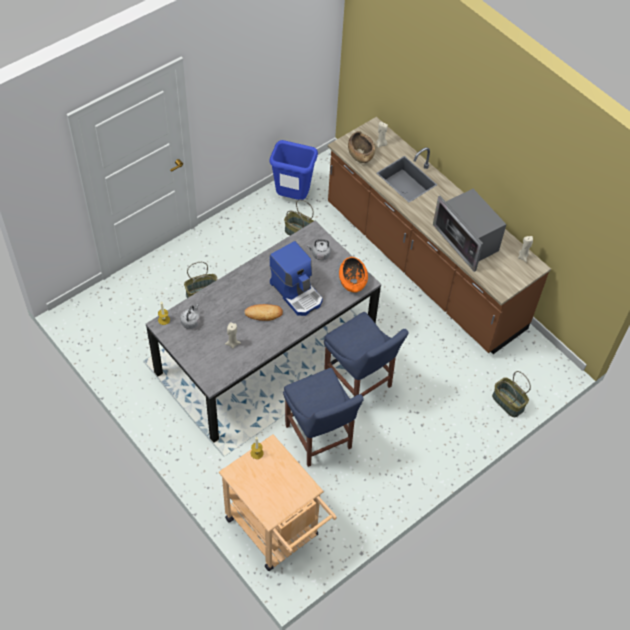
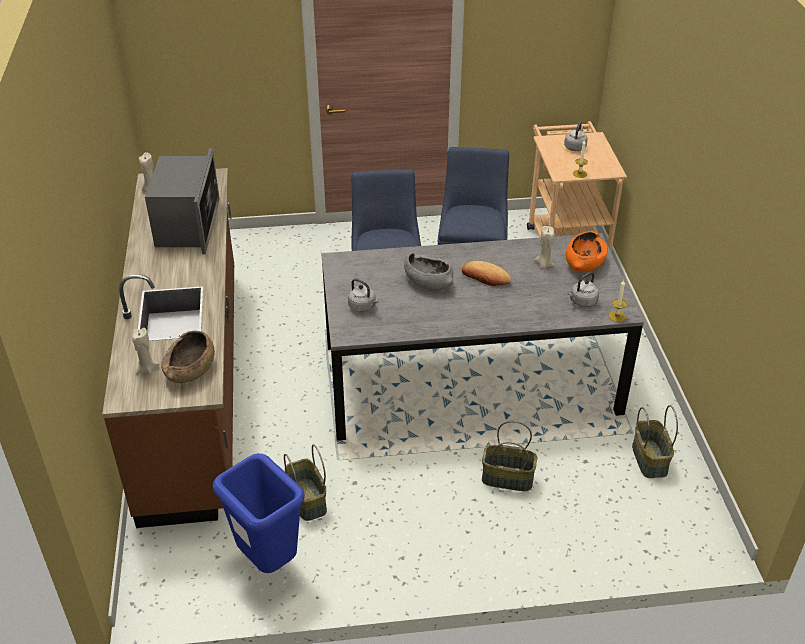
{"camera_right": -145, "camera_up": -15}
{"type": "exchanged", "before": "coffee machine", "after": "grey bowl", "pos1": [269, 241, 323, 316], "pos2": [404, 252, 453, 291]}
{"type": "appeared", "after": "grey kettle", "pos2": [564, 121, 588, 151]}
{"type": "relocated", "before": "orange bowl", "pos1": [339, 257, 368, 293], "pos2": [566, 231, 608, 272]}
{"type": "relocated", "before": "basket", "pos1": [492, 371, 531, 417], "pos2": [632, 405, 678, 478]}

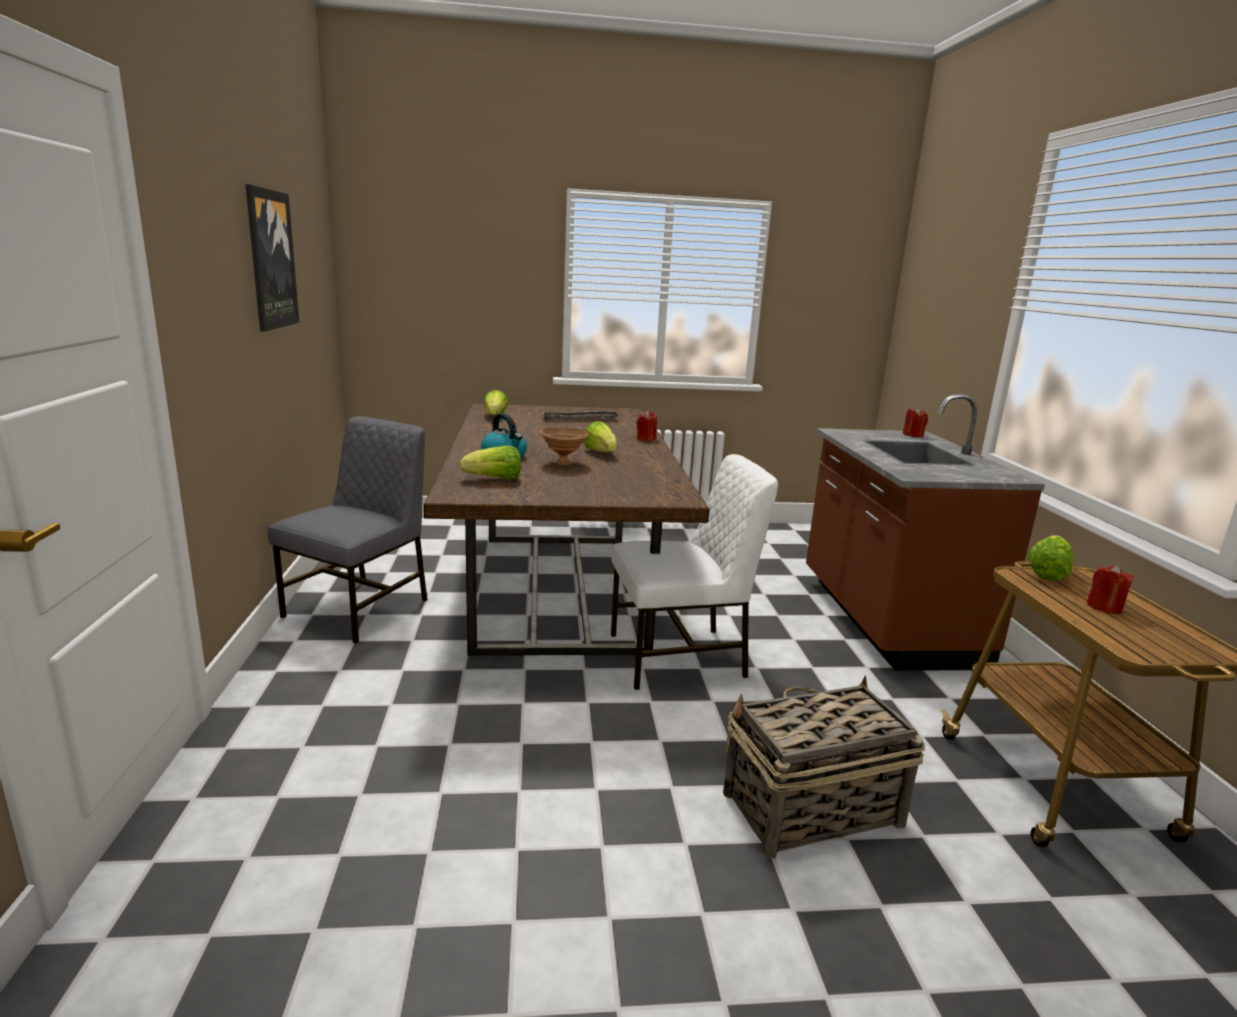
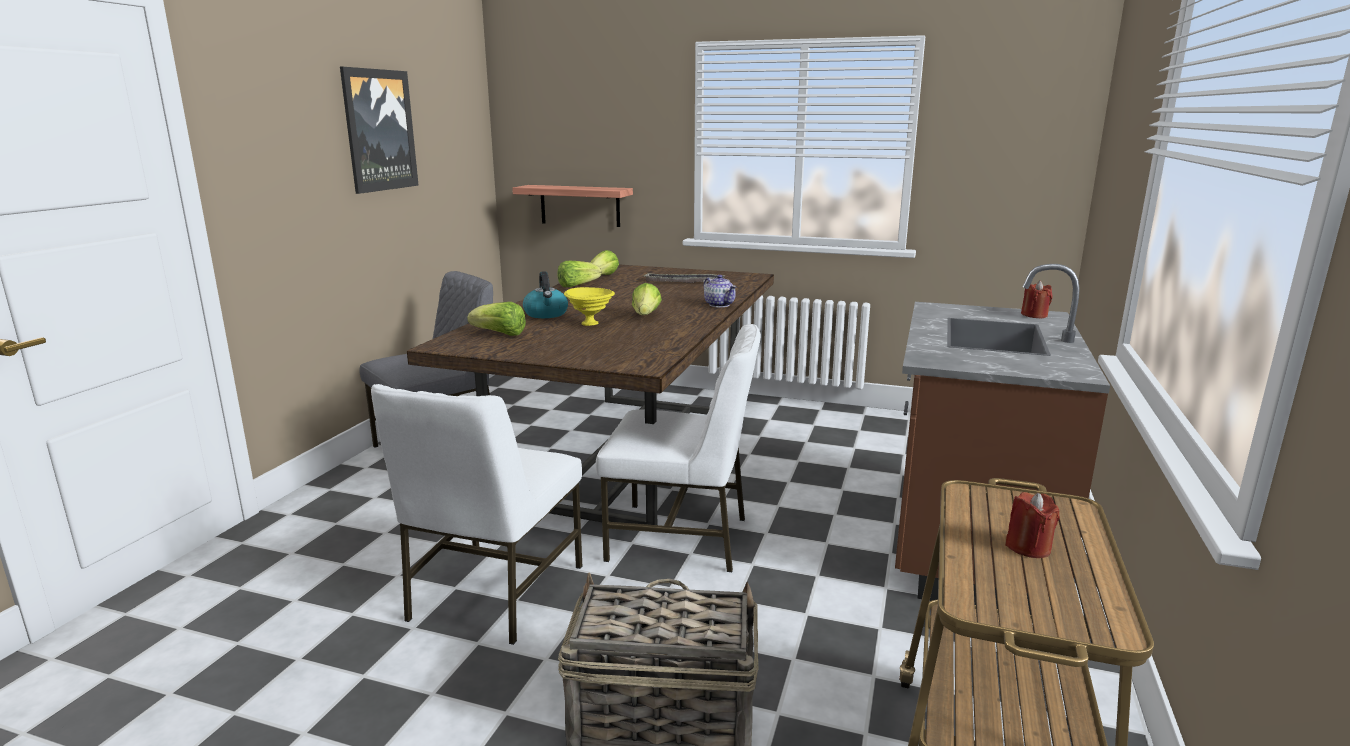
{"camera_right": 25, "camera_up": 0}
{"type": "appeared", "after": "white chair", "pos2": [371, 384, 583, 645]}
{"type": "appeared", "after": "shelf", "pos2": [512, 185, 633, 227]}
{"type": "relocated", "before": "lettuce", "pos1": [1028, 536, 1074, 581], "pos2": [558, 261, 602, 287]}
{"type": "colour", "before": "brown bowl", "after": "yellow bowl", "pos1": [539, 428, 589, 465], "pos2": [564, 287, 615, 326]}
{"type": "exchanged", "before": "red candle", "after": "teapot", "pos1": [636, 411, 657, 441], "pos2": [704, 275, 736, 307]}

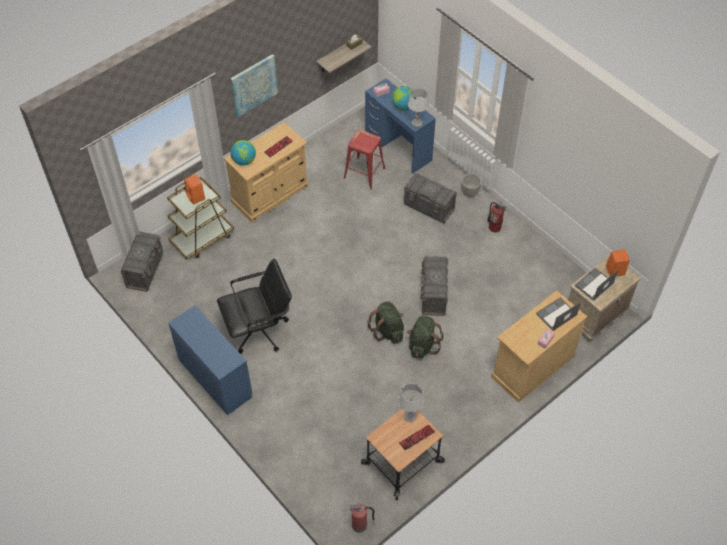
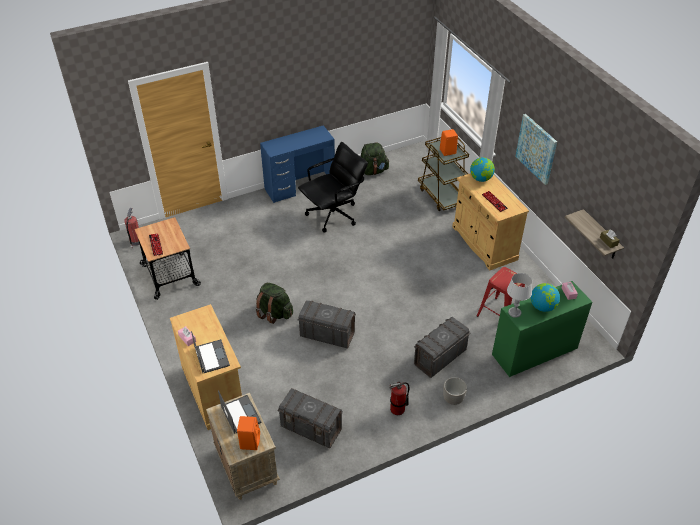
{"camera_right": 105, "camera_up": -10}
{"type": "relocated", "before": "grey storage box", "pos1": [120, 231, 163, 292], "pos2": [278, 388, 343, 448]}
{"type": "spun", "before": "black office chair", "pos1": [217, 258, 292, 354], "pos2": [298, 142, 368, 233], "turn": -120}
{"type": "relocated", "before": "green backpack", "pos1": [367, 301, 404, 344], "pos2": [361, 142, 390, 175]}
{"type": "colour", "before": "blue desk", "after": "green desk", "pos1": [365, 78, 436, 174], "pos2": [492, 281, 592, 377]}
{"type": "missing", "before": "grey table lamp", "pos1": [398, 383, 424, 422]}

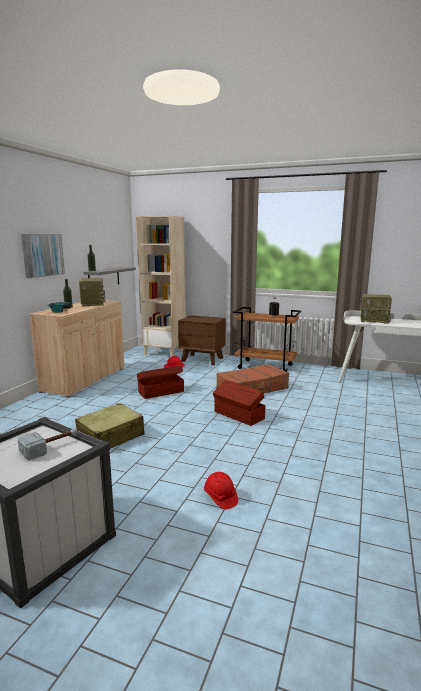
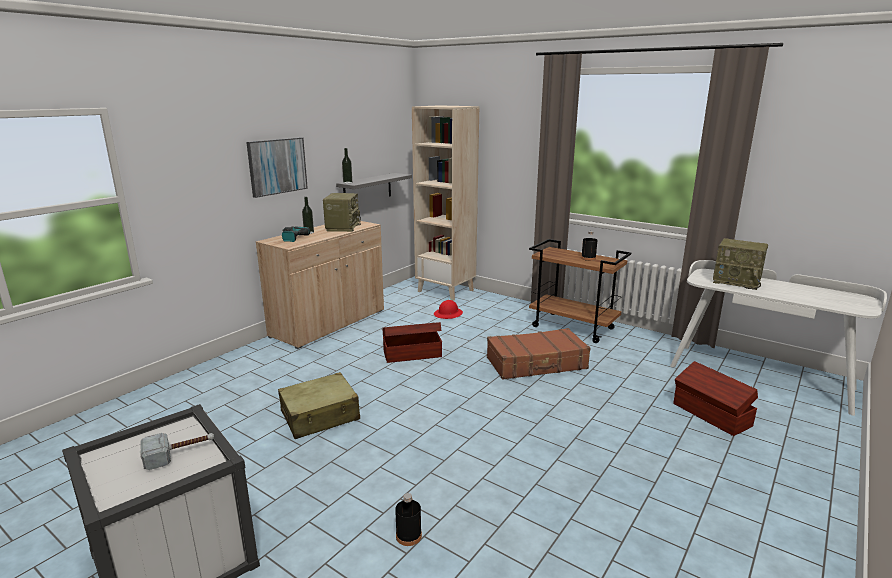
{"camera_right": 15, "camera_up": 5}
{"type": "exchanged", "before": "red hard hat", "after": "black bottle", "pos1": [204, 472, 238, 509], "pos2": [395, 493, 422, 546]}
{"type": "relocated", "before": "brown storage box", "pos1": [213, 380, 265, 426], "pos2": [673, 361, 758, 436]}
{"type": "missing", "before": "brown nightstand", "pos1": [178, 315, 226, 366]}

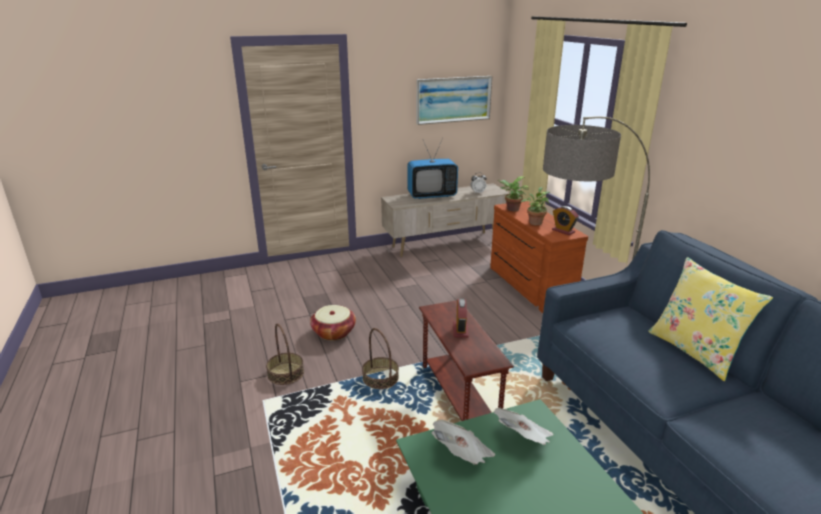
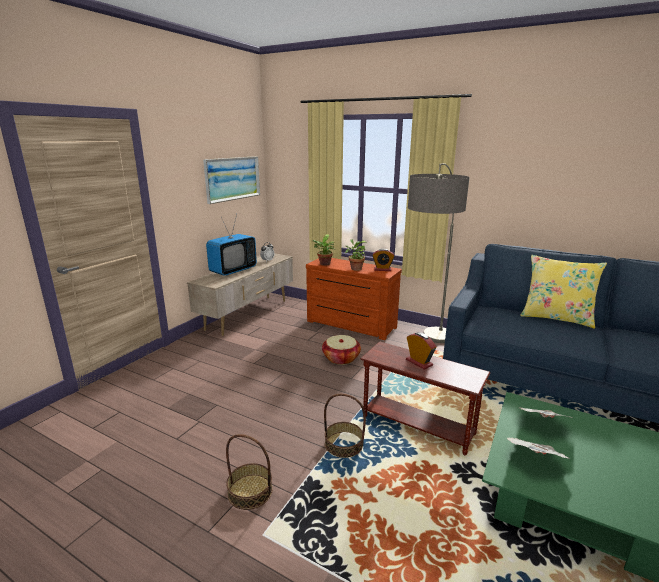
{"camera_right": -40, "camera_up": -5}
{"type": "relocated", "before": "basket", "pos1": [310, 305, 356, 340], "pos2": [322, 335, 361, 365]}

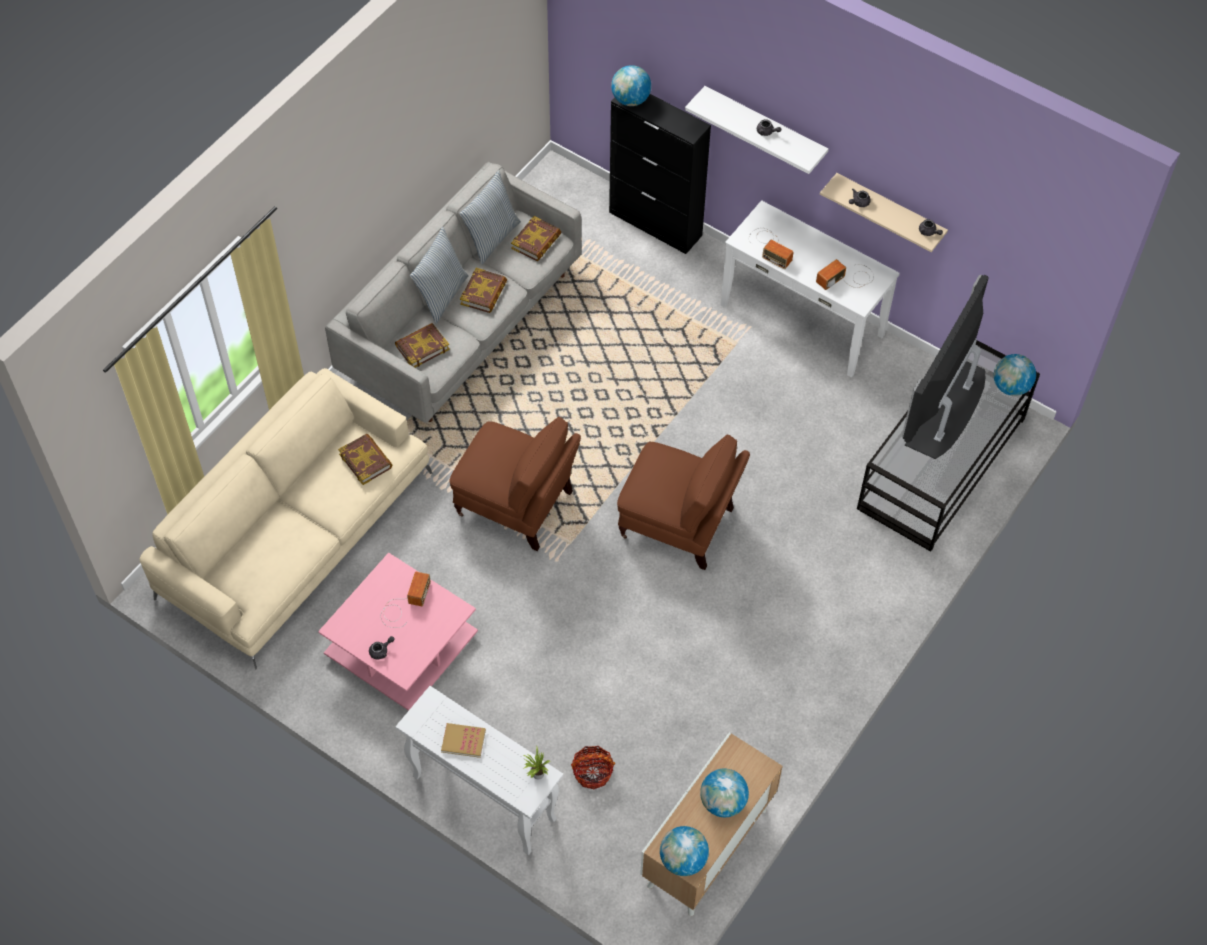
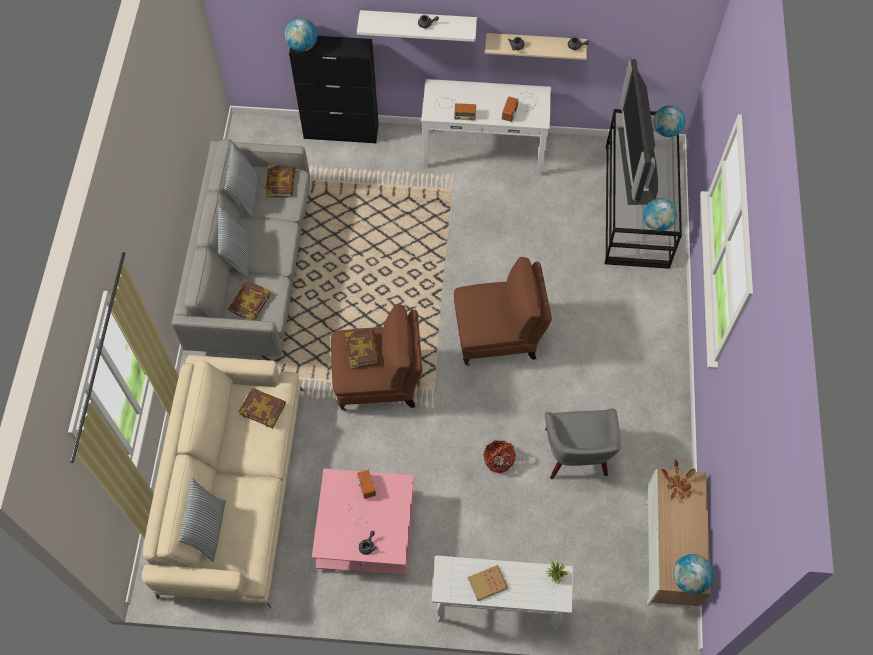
{"camera_right": -30, "camera_up": 5}
{"type": "appeared", "after": "pillow", "pos2": [178, 478, 226, 562]}
{"type": "relocated", "before": "book", "pos1": [460, 268, 507, 313], "pos2": [345, 329, 379, 369]}
{"type": "relocated", "before": "basket", "pos1": [571, 746, 615, 789], "pos2": [483, 440, 516, 473]}
{"type": "appeared", "after": "grey armchair", "pos2": [545, 408, 621, 479]}
{"type": "relocated", "before": "globe", "pos1": [700, 769, 749, 817], "pos2": [643, 198, 677, 231]}
{"type": "appeared", "after": "potted plant", "pos2": [662, 460, 696, 500]}

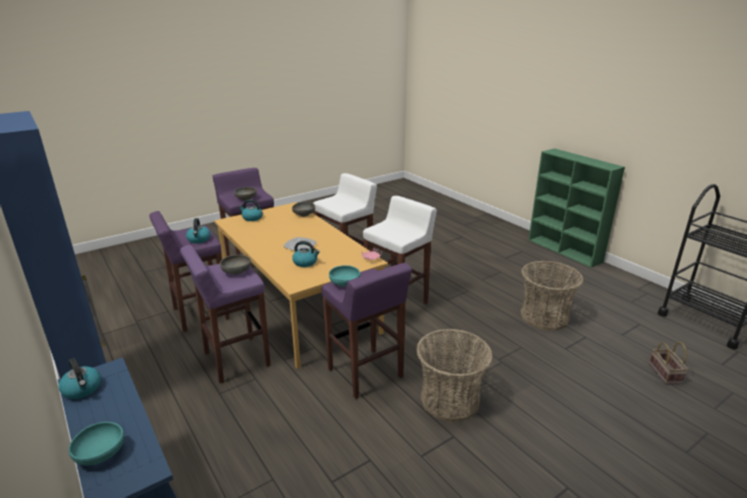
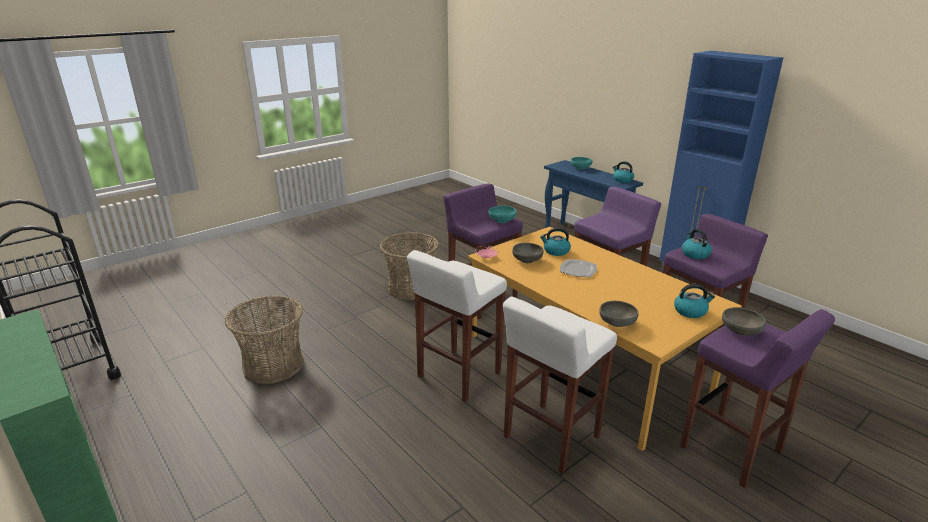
{"camera_right": 175, "camera_up": 0}
{"type": "relocated", "before": "grey bowl", "pos1": [220, 255, 251, 275], "pos2": [512, 243, 544, 263]}
{"type": "missing", "before": "basket", "pos1": [649, 342, 688, 384]}

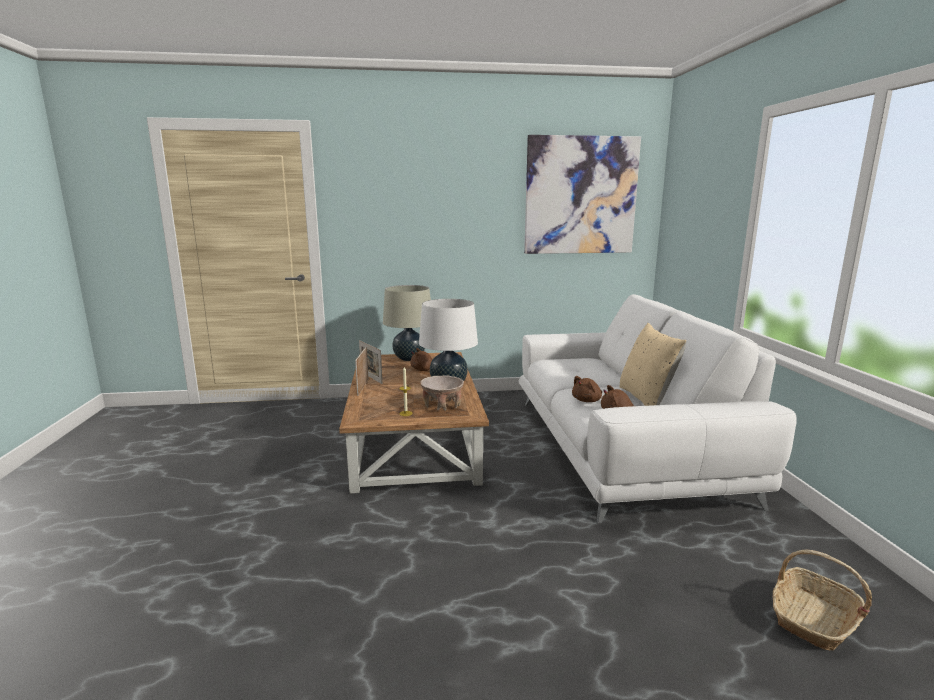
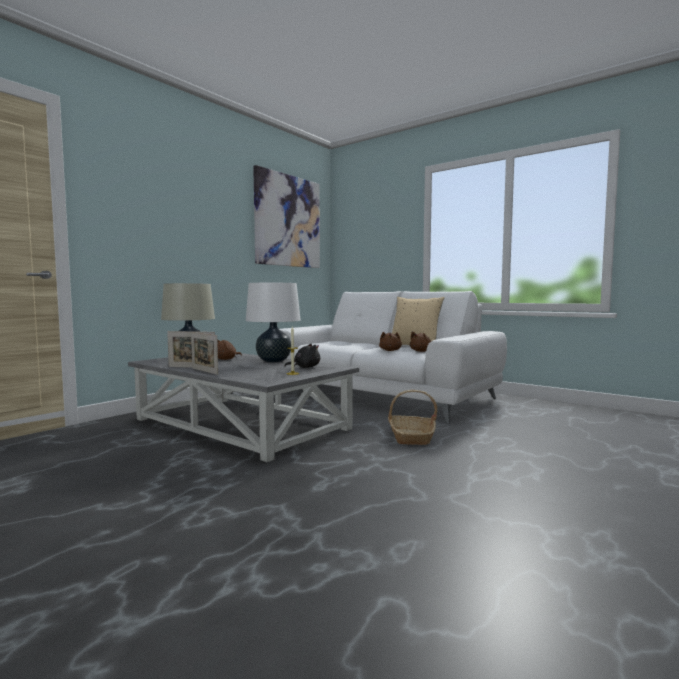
{"camera_right": -45, "camera_up": -10}
{"type": "colour", "before": "brown coffee table", "after": "grey coffee table", "pos1": [339, 352, 489, 494], "pos2": [128, 353, 359, 462]}
{"type": "exchanged", "before": "beige bowl", "after": "black plush toy", "pos1": [421, 376, 464, 411], "pos2": [284, 344, 320, 368]}
{"type": "relocated", "before": "basket", "pos1": [772, 550, 872, 651], "pos2": [388, 390, 437, 445]}

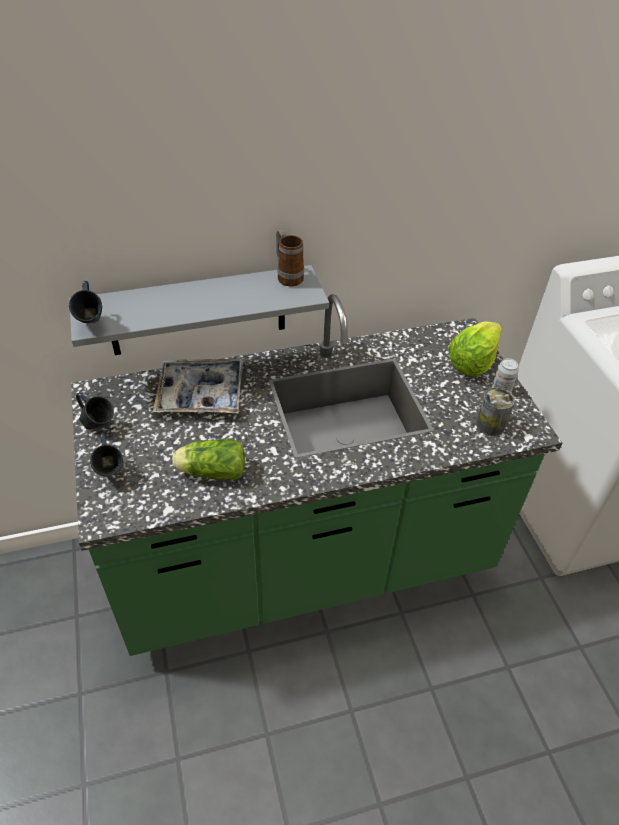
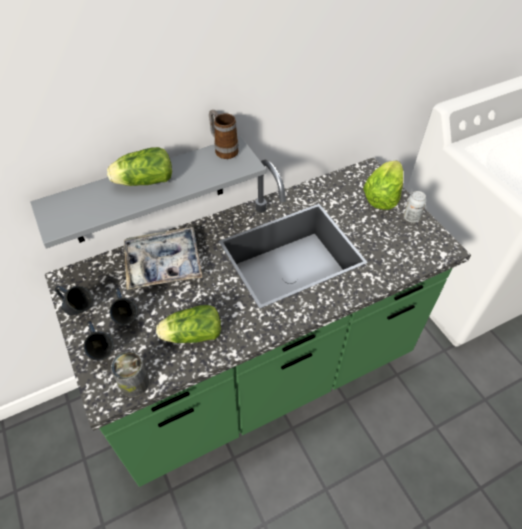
{"camera_right": -10, "camera_up": 5}
{"type": "appeared", "after": "lettuce", "pos2": [107, 147, 172, 186]}
{"type": "relocated", "before": "blue mug", "pos1": [69, 281, 102, 323], "pos2": [109, 288, 138, 326]}
{"type": "relocated", "before": "can", "pos1": [476, 388, 515, 436], "pos2": [111, 351, 150, 397]}

